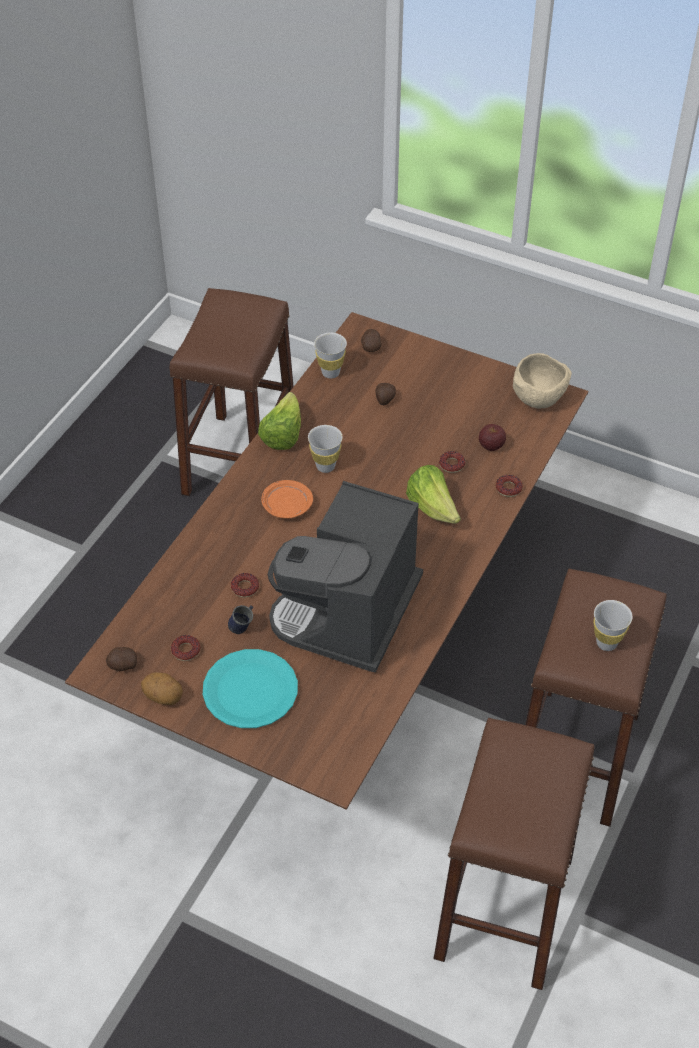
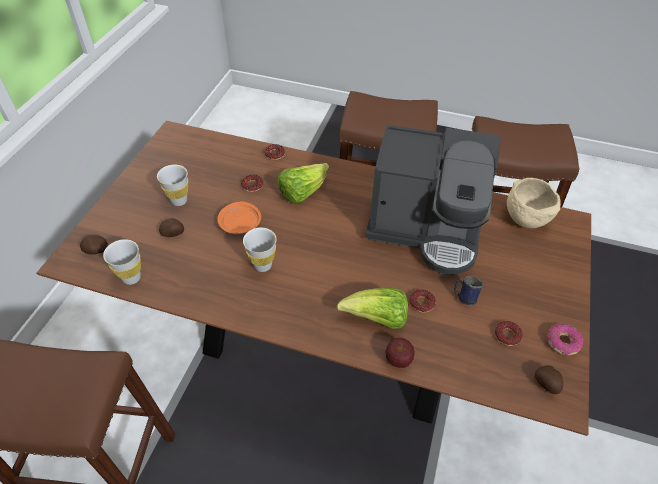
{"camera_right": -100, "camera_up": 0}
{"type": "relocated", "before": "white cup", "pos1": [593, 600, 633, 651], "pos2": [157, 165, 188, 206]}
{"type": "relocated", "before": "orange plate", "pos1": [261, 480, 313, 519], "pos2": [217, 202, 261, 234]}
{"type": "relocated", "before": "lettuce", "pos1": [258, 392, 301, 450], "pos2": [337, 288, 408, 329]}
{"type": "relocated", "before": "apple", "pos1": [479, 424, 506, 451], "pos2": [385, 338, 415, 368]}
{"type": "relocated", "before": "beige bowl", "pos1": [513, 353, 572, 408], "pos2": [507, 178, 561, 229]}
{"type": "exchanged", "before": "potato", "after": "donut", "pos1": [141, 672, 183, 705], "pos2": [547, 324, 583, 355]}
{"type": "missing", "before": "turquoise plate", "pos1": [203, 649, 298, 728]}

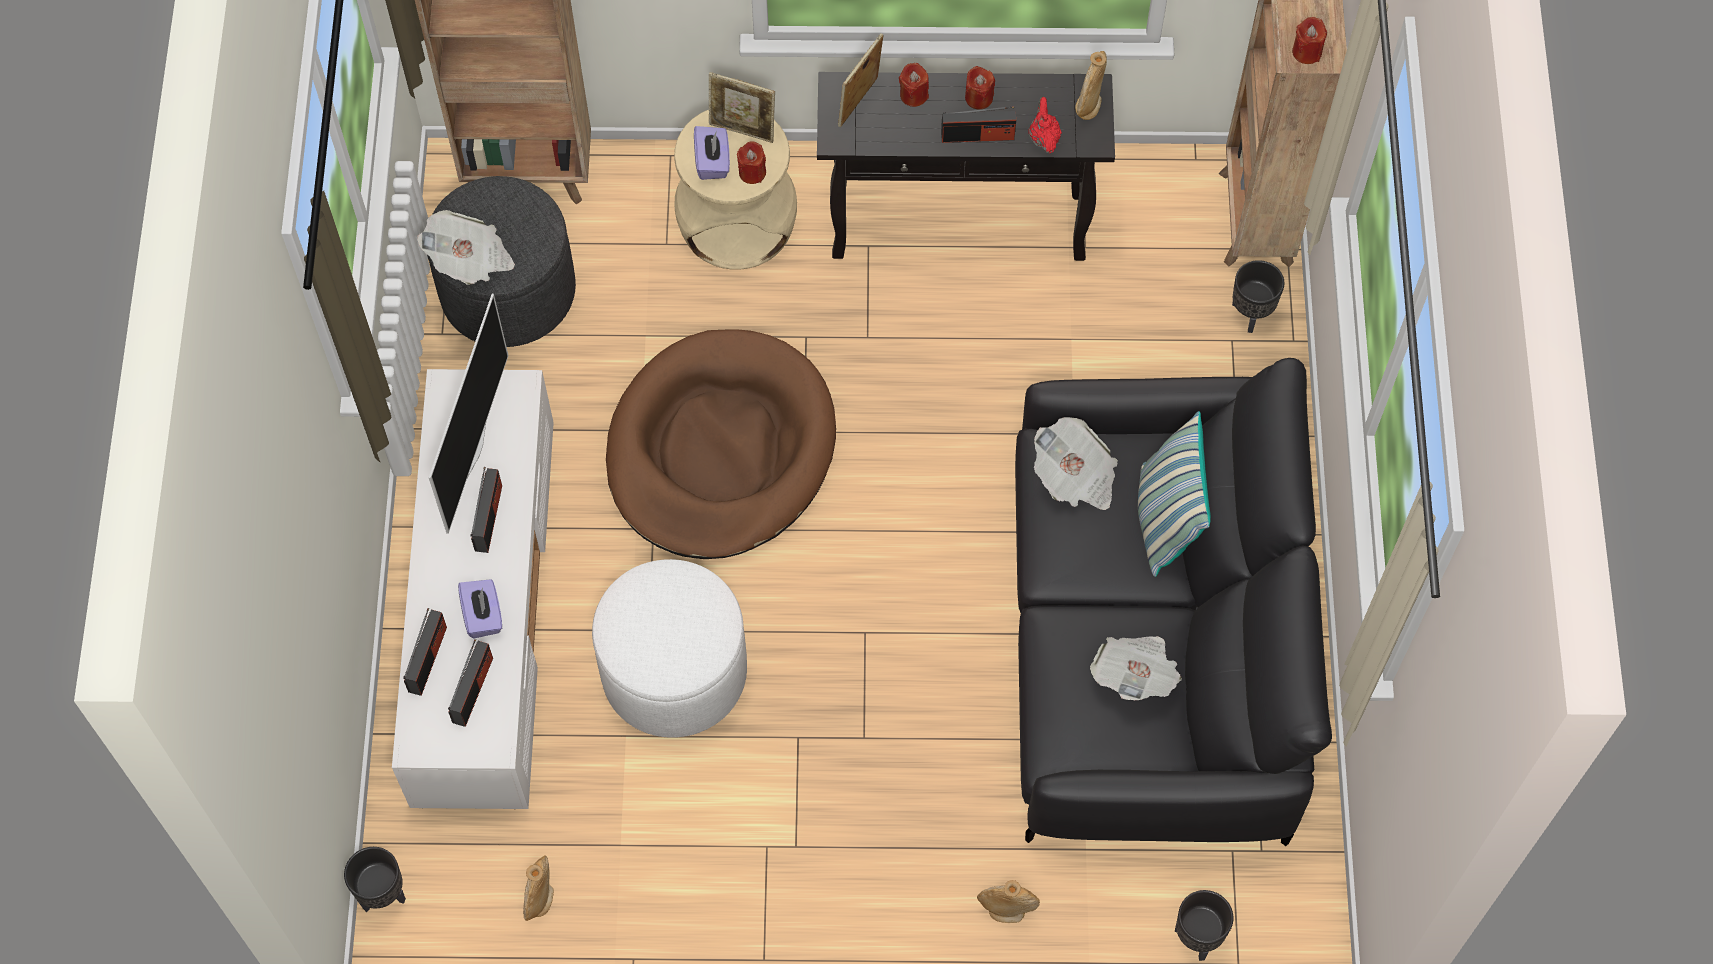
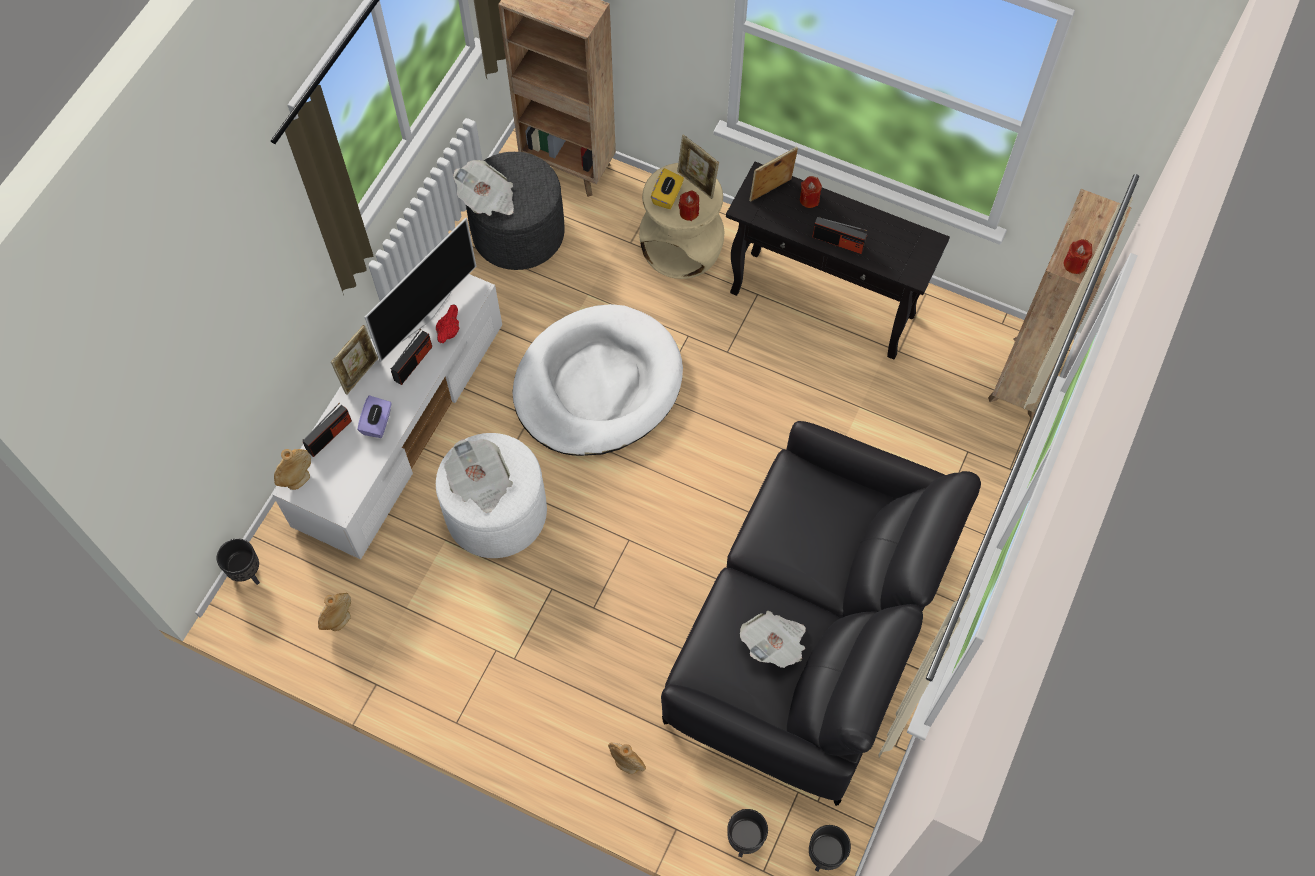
{"camera_right": 25, "camera_up": 0}
{"type": "relocated", "before": "beige vase", "pos1": [1075, 51, 1107, 120], "pos2": [274, 449, 311, 490]}
{"type": "appeared", "after": "picture frame", "pos2": [331, 325, 378, 395]}
{"type": "relocated", "before": "red teapot", "pos1": [1028, 97, 1062, 154], "pos2": [436, 304, 460, 343]}
{"type": "relocated", "before": "newspaper", "pos1": [1034, 417, 1118, 510], "pos2": [444, 439, 513, 513]}
{"type": "colour", "before": "brown dog bed", "after": "white dog bed", "pos1": [606, 329, 836, 559], "pos2": [513, 304, 683, 456]}
{"type": "colour", "before": "purple tissue box", "after": "yellow tissue box", "pos1": [694, 126, 730, 180], "pos2": [651, 168, 684, 209]}
{"type": "relocated", "before": "black planter", "pos1": [1232, 260, 1284, 333], "pos2": [809, 825, 851, 872]}
{"type": "missing", "before": "radio", "pos1": [448, 639, 493, 727]}
{"type": "missing", "before": "red candle", "pos1": [965, 66, 995, 110]}
{"type": "missing", "before": "pillow", "pos1": [1138, 411, 1211, 577]}

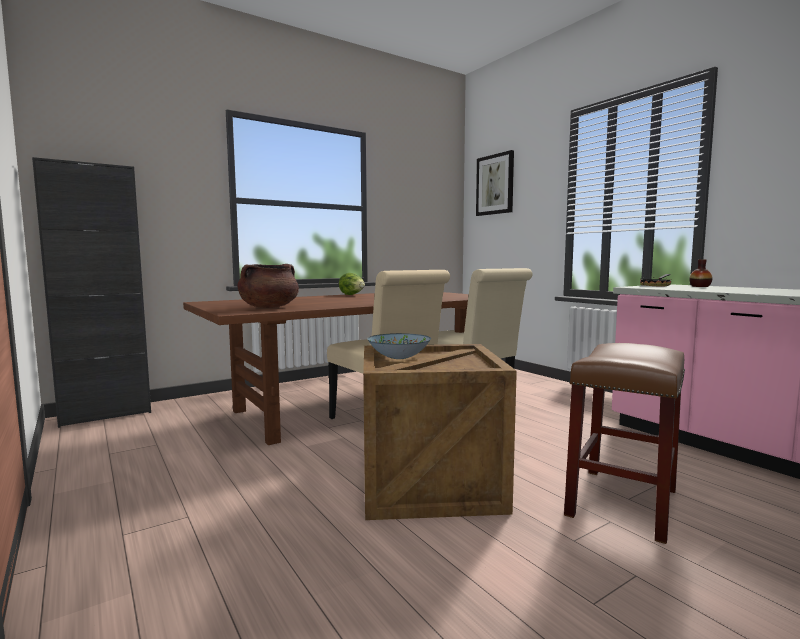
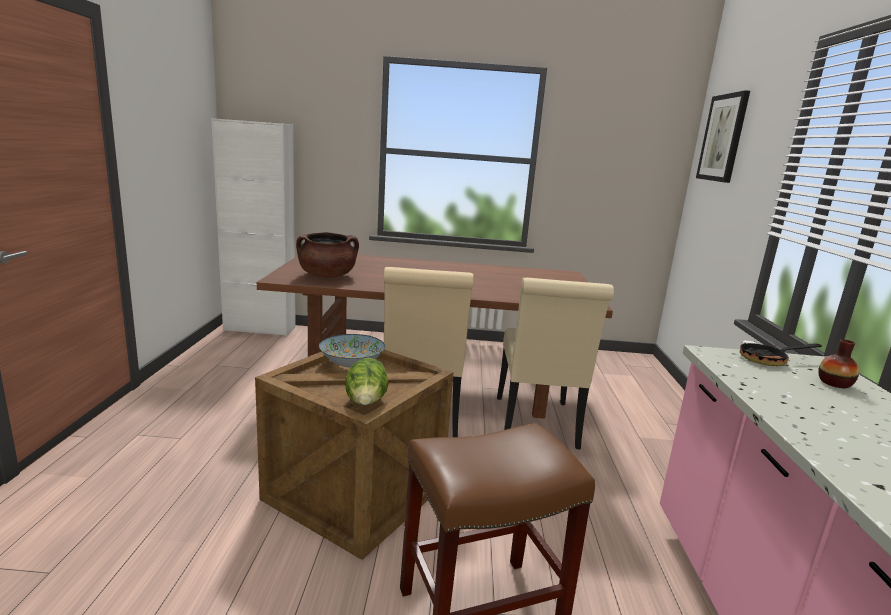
{"camera_right": 35, "camera_up": 10}
{"type": "colour", "before": "black cabinet", "after": "white cabinet", "pos1": [32, 157, 151, 428], "pos2": [211, 118, 296, 336]}
{"type": "relocated", "before": "lettuce", "pos1": [339, 273, 365, 295], "pos2": [345, 358, 389, 405]}

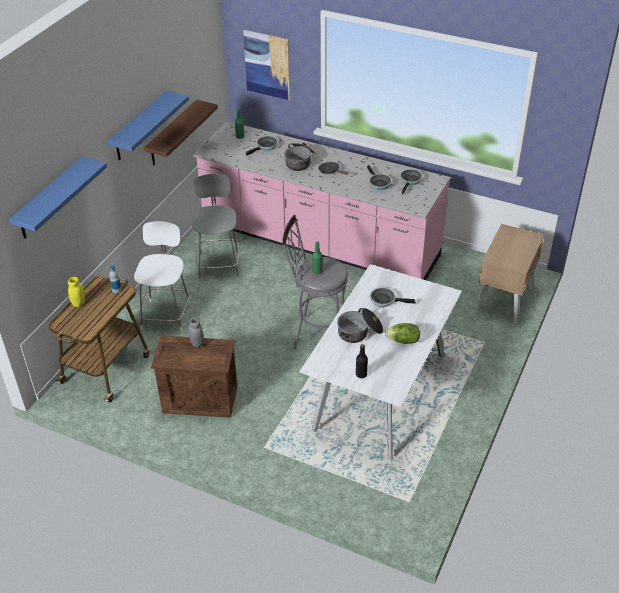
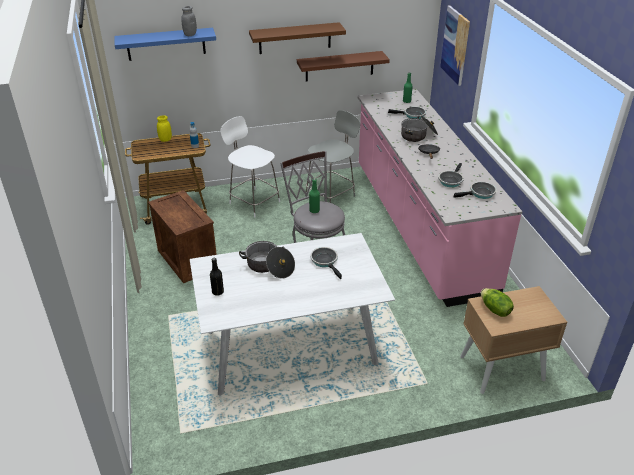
{"camera_right": 50, "camera_up": -5}
{"type": "relocated", "before": "grey jar", "pos1": [188, 317, 204, 348], "pos2": [182, 6, 197, 36]}
{"type": "spun", "before": "white chair", "pos1": [134, 221, 191, 332], "pos2": [221, 116, 280, 217], "turn": -105}
{"type": "colour", "before": "blue shelf", "after": "brown shelf", "pos1": [108, 91, 189, 161], "pos2": [249, 22, 346, 54]}
{"type": "relocated", "before": "lettuce", "pos1": [385, 323, 420, 344], "pos2": [480, 288, 514, 317]}

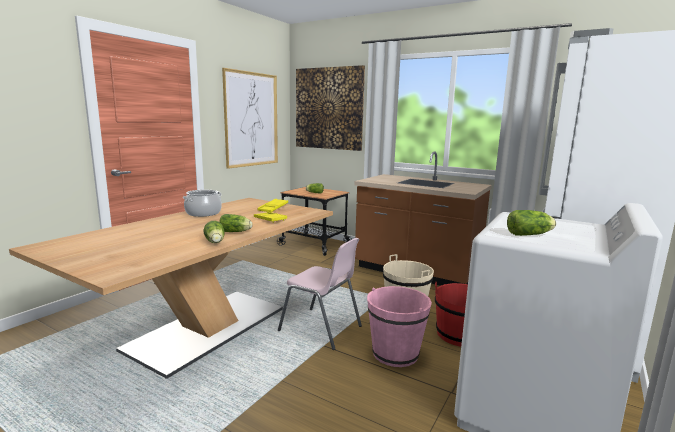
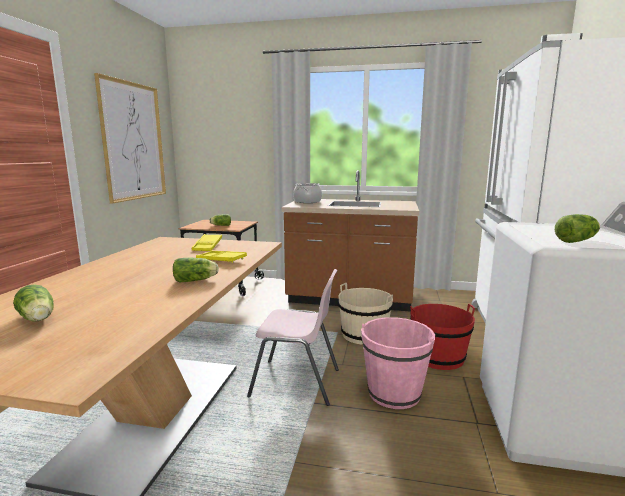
{"camera_right": -20, "camera_up": 0}
{"type": "relocated", "before": "lettuce", "pos1": [203, 221, 225, 243], "pos2": [13, 284, 54, 321]}
{"type": "relocated", "before": "cooking pot", "pos1": [183, 190, 222, 217], "pos2": [293, 183, 322, 203]}
{"type": "missing", "before": "picture", "pos1": [296, 65, 365, 151]}

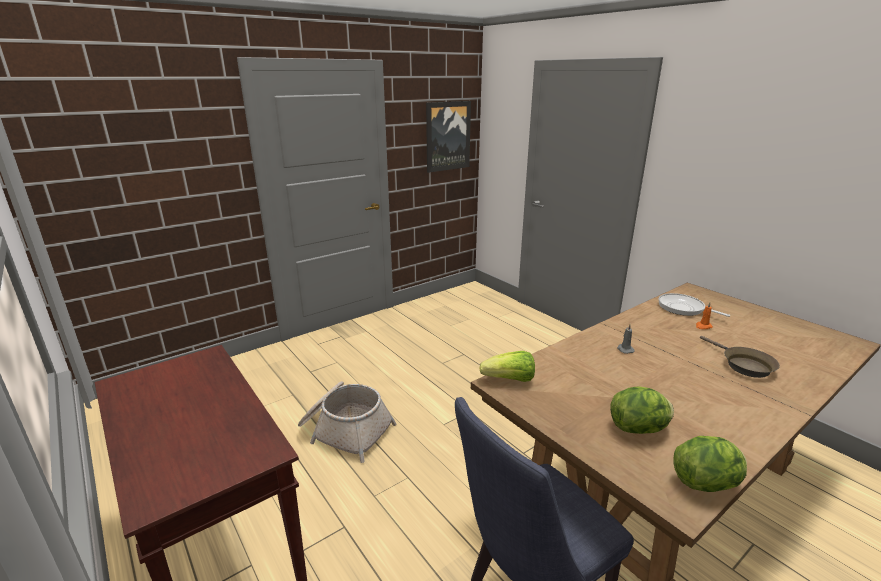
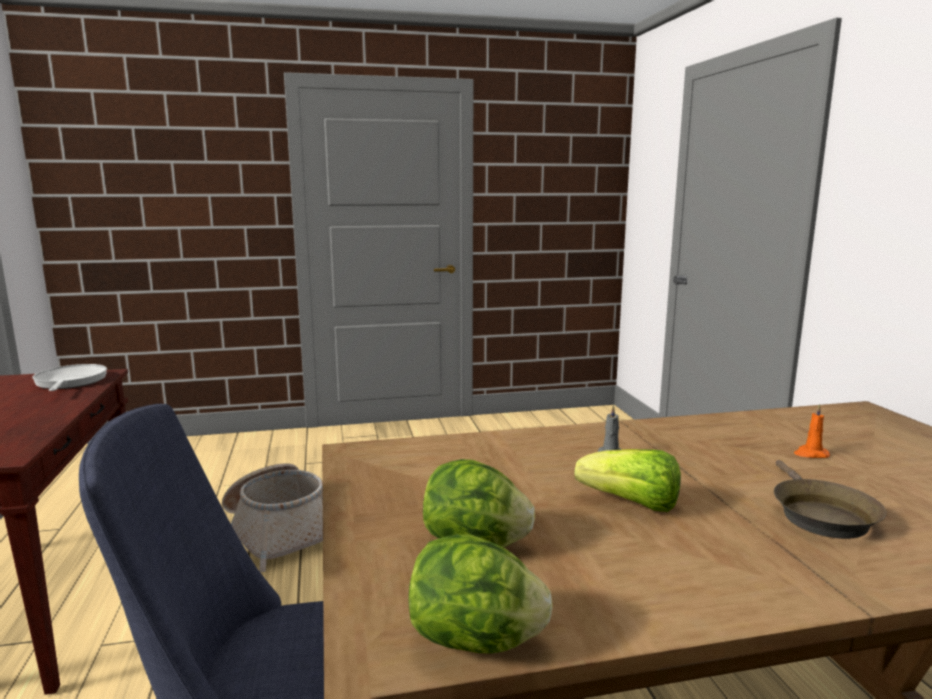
{"camera_right": 25, "camera_up": -10}
{"type": "relocated", "before": "frying pan", "pos1": [658, 293, 730, 317], "pos2": [33, 364, 107, 391]}
{"type": "relocated", "before": "lettuce", "pos1": [479, 351, 535, 382], "pos2": [575, 449, 681, 512]}
{"type": "missing", "before": "picture", "pos1": [426, 101, 471, 173]}

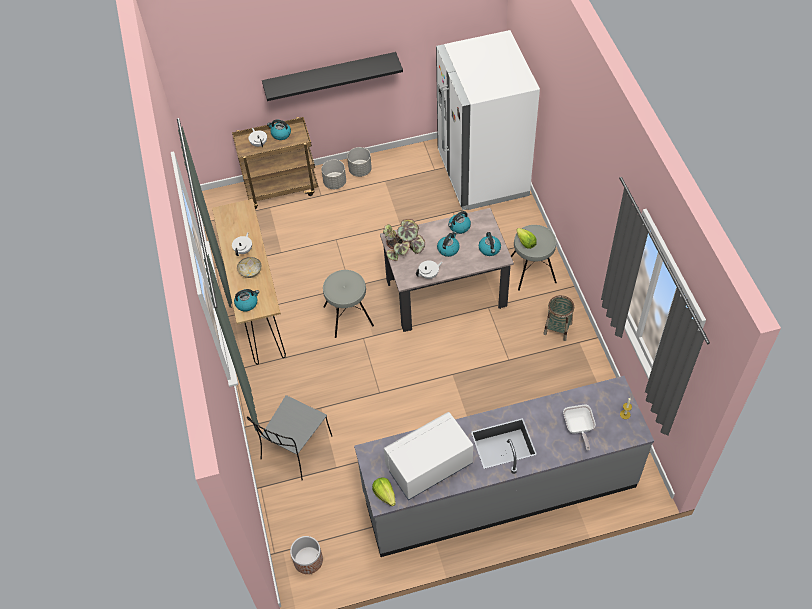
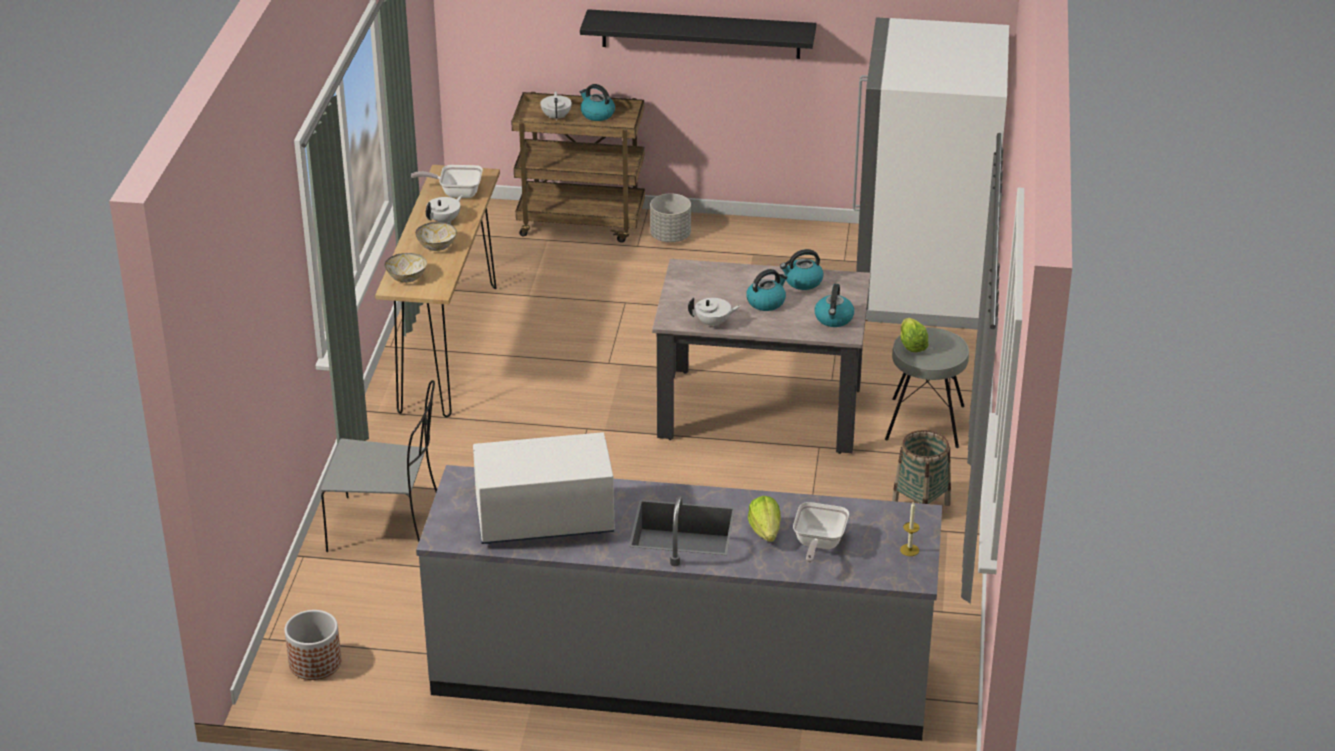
{"camera_right": 20, "camera_up": -20}
{"type": "spun", "before": "grey chair", "pos1": [247, 395, 332, 480], "pos2": [321, 380, 437, 552], "turn": -135}
{"type": "exchanged", "before": "kettle", "after": "bowl", "pos1": [234, 289, 259, 311], "pos2": [384, 253, 427, 283]}
{"type": "appeared", "after": "frying pan", "pos2": [411, 165, 483, 198]}
{"type": "relocated", "before": "lettuce", "pos1": [372, 477, 396, 506], "pos2": [748, 496, 781, 542]}
{"type": "missing", "before": "grey stool", "pos1": [323, 270, 374, 338]}
{"type": "missing", "before": "grey planter", "pos1": [347, 147, 372, 177]}
{"type": "missing", "before": "potted plant", "pos1": [383, 219, 425, 261]}

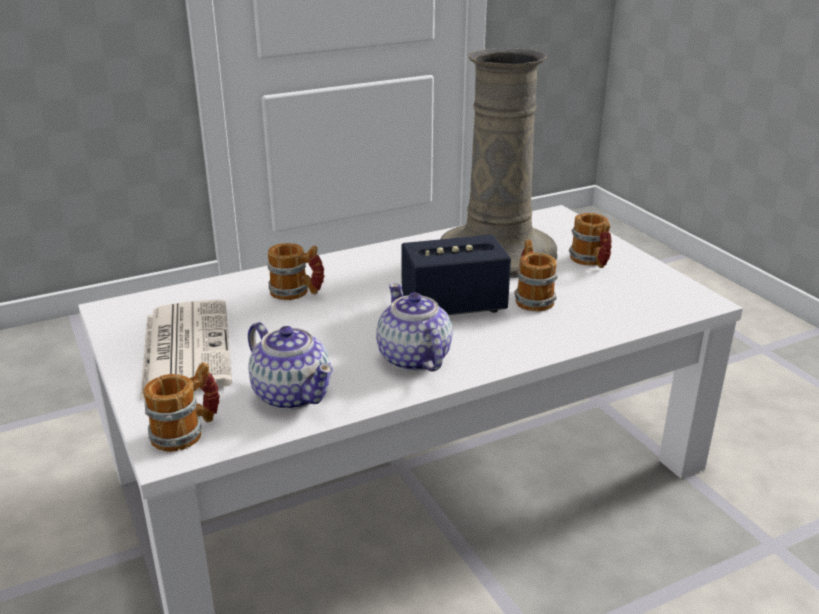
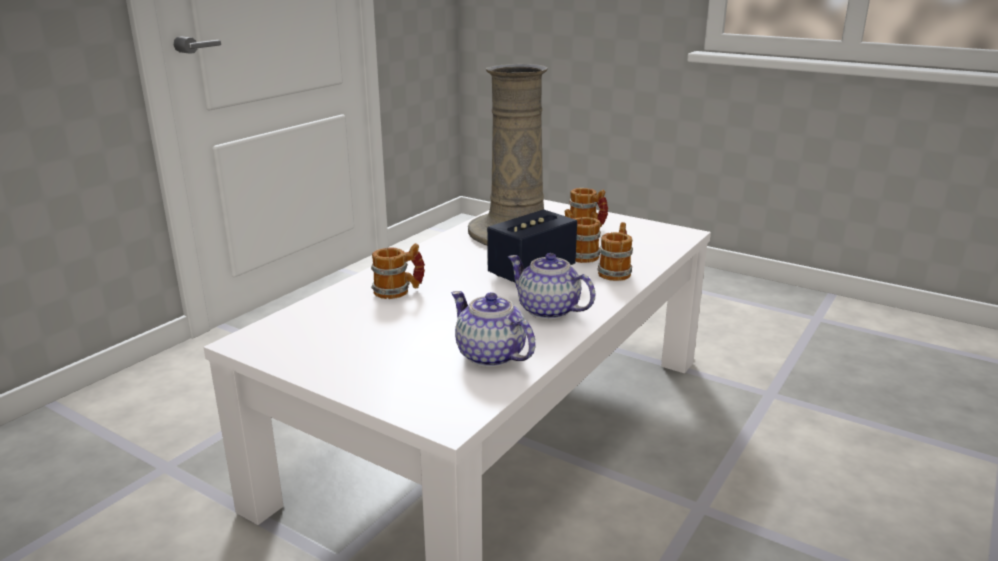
{"camera_right": -30, "camera_up": -5}
{"type": "spun", "before": "teapot", "pos1": [248, 322, 333, 410], "pos2": [451, 291, 536, 367], "turn": -150}
{"type": "relocated", "before": "mug", "pos1": [143, 362, 220, 452], "pos2": [597, 222, 633, 281]}
{"type": "missing", "before": "newspaper", "pos1": [140, 300, 232, 399]}

